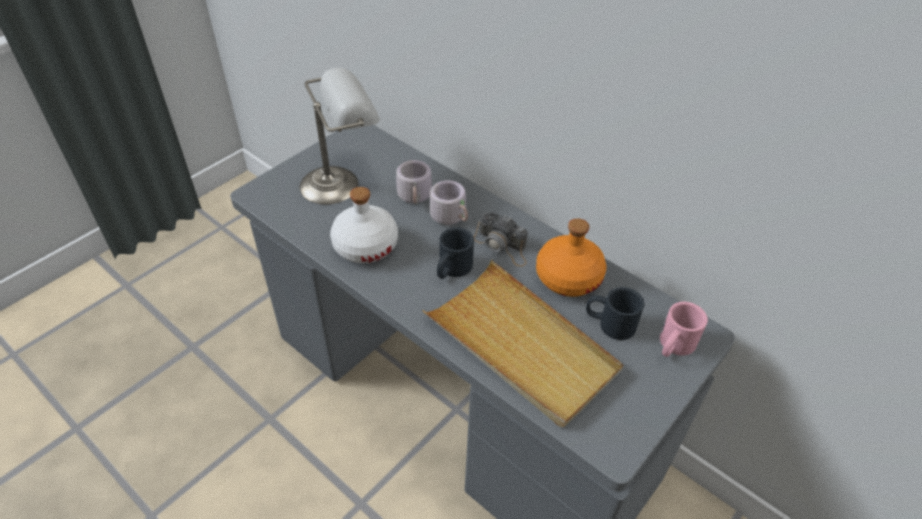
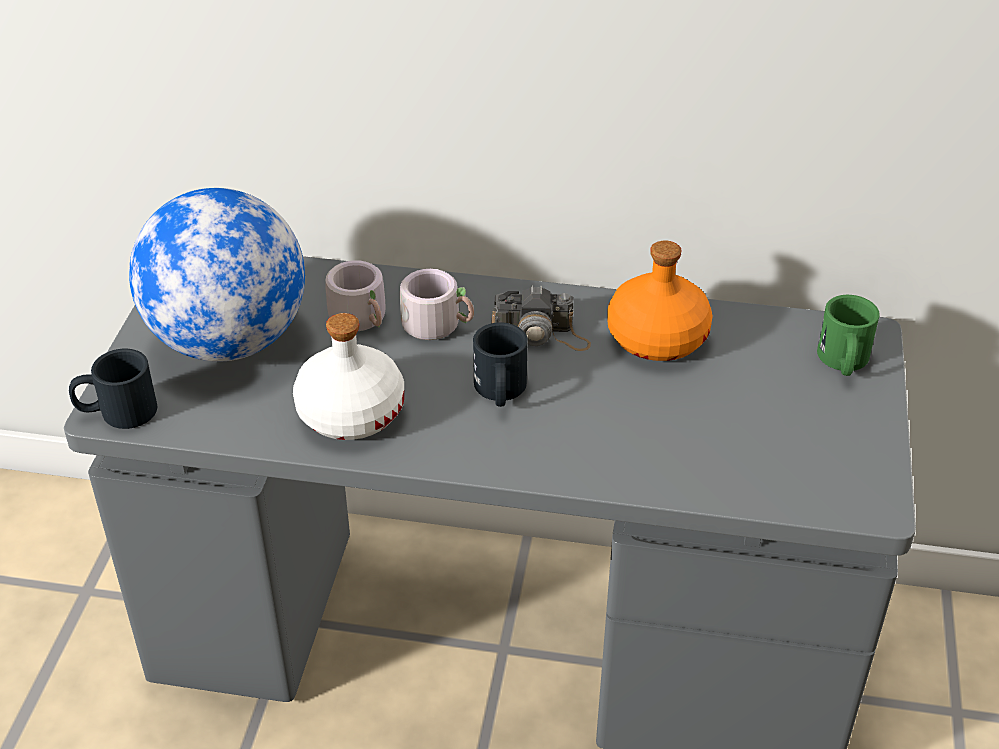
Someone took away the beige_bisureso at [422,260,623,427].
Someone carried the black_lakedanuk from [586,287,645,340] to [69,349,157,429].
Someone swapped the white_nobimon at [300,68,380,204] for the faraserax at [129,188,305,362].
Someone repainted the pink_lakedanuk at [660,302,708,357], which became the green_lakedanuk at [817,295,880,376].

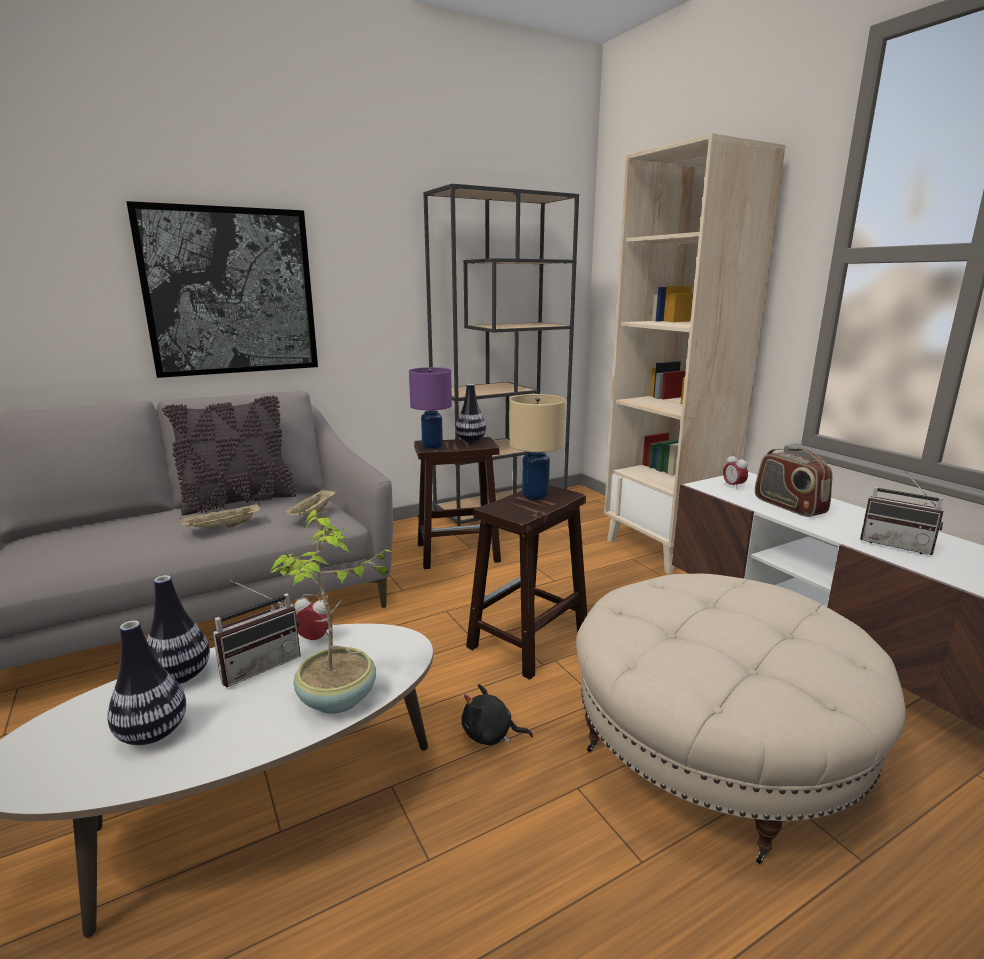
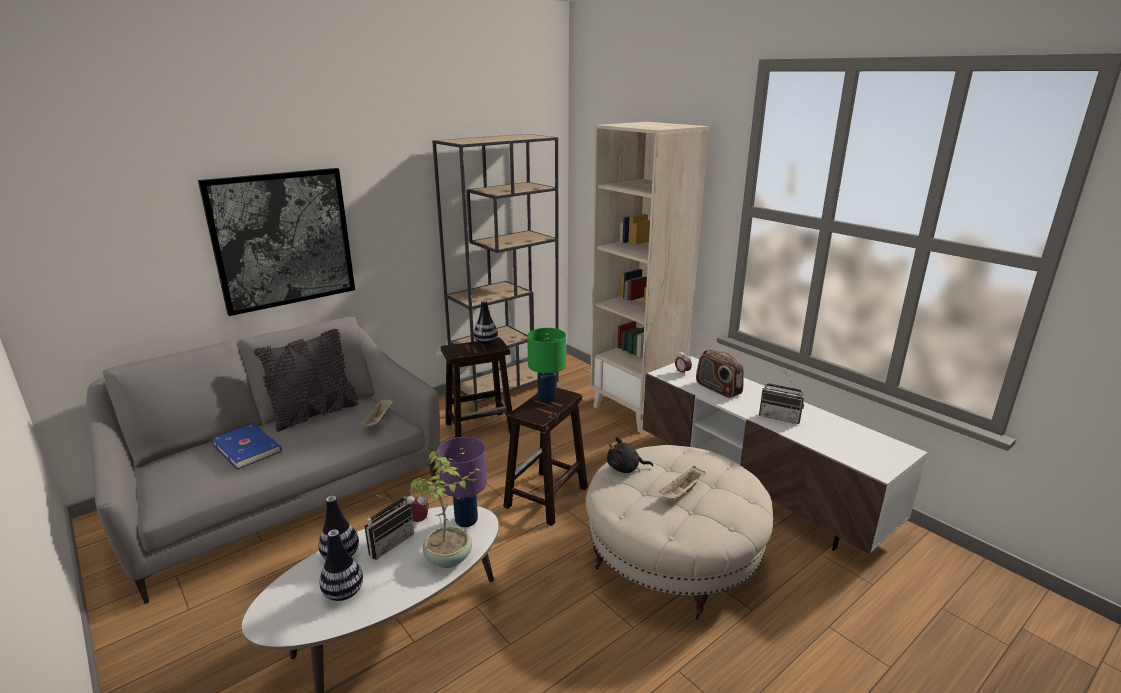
Someone put down the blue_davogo at [212,424,282,470].
Someone carried the beige_bisureso from [180,503,261,528] to [658,466,706,500].
Someone carried the purple_nobimon from [409,367,452,449] to [437,437,487,527].
Someone carried the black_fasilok from [462,684,533,745] to [607,437,653,473].
Someone repainted the beige_nobimon at [510,394,565,500], which became the green_nobimon at [527,328,566,403].

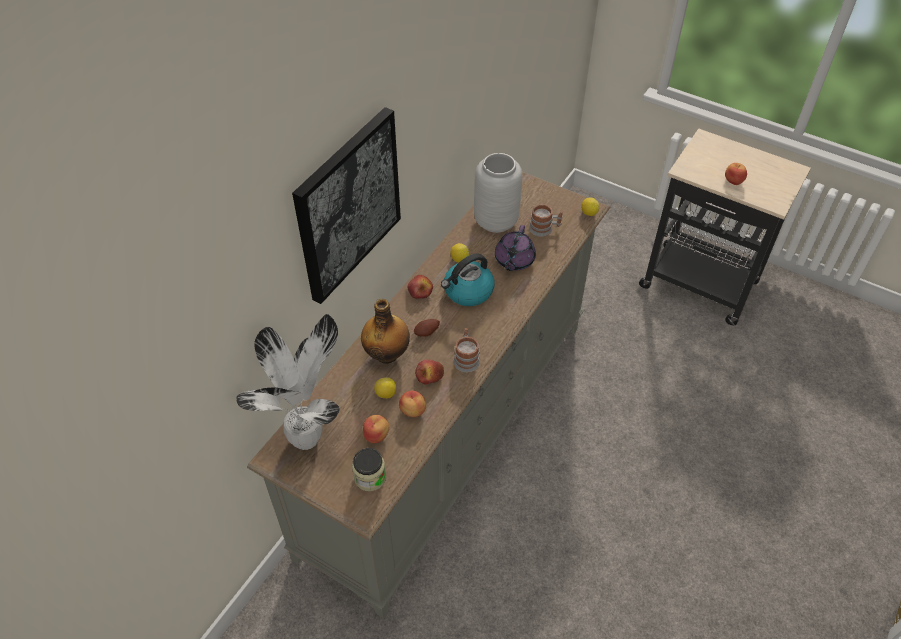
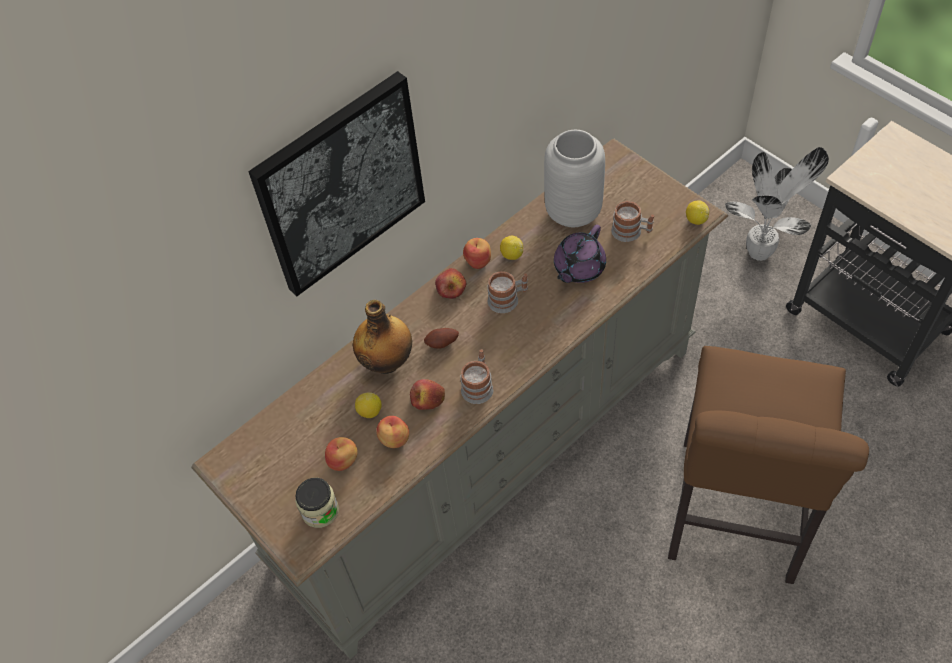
Someone put down the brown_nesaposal at [668,346,869,584].
Someone carried the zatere from [236,314,340,450] to [725,147,829,261].
Someone carried the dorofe from [725,163,747,185] to [463,238,491,269].
Someone swapped the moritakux at [441,253,494,306] for the lakedanuk at [487,271,528,313].

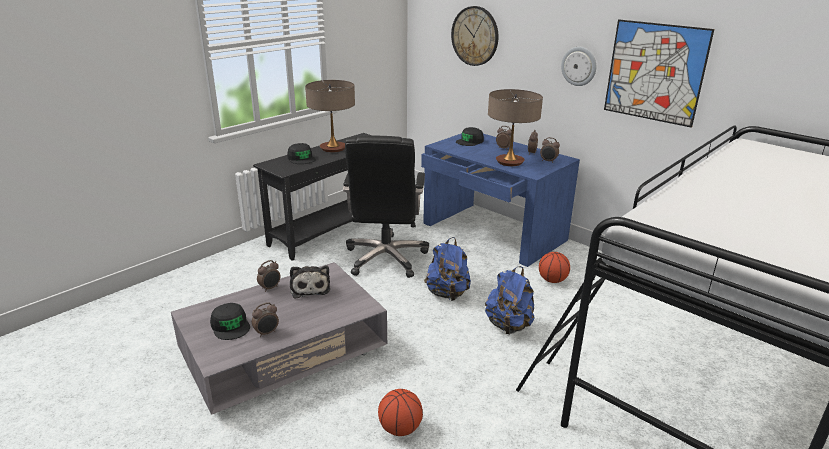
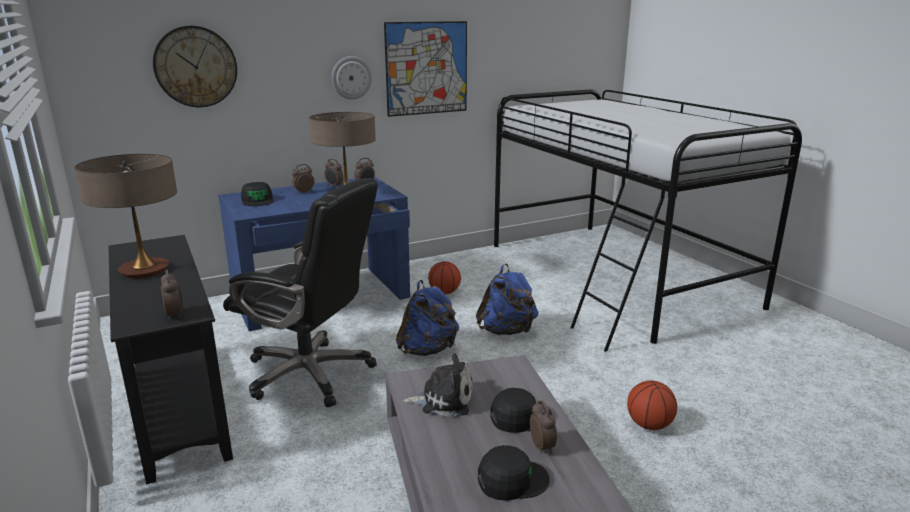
Someone carried the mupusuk from [257,260,280,292] to [161,270,183,319].
Someone carried the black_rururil from [287,143,316,164] to [490,388,552,433].

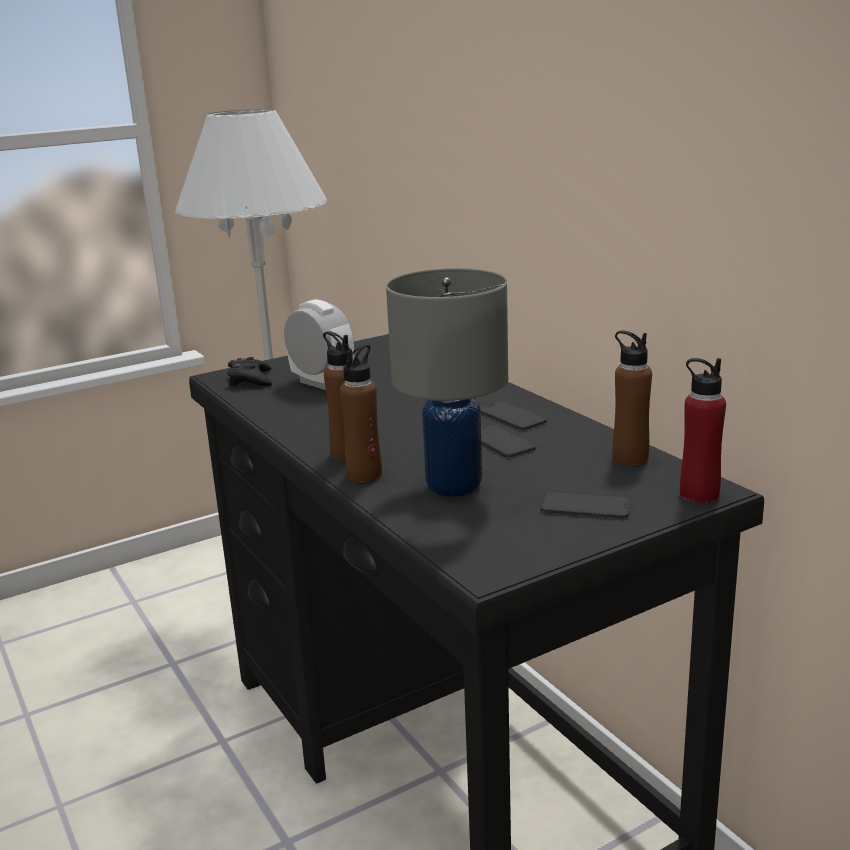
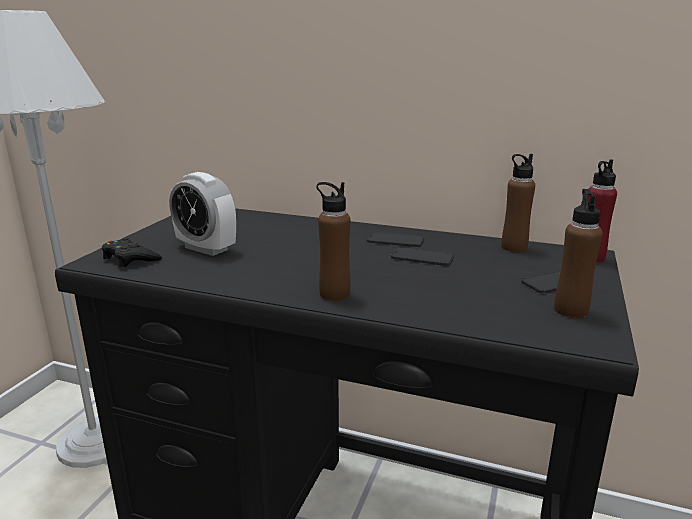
Someone took away the grey_nobimon at [386,268,508,497].
Someone carried the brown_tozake from [340,344,382,482] to [554,189,603,318].
Someone rotated the mupusuk at [284,299,354,390] by 150 degrees counterclockwise.

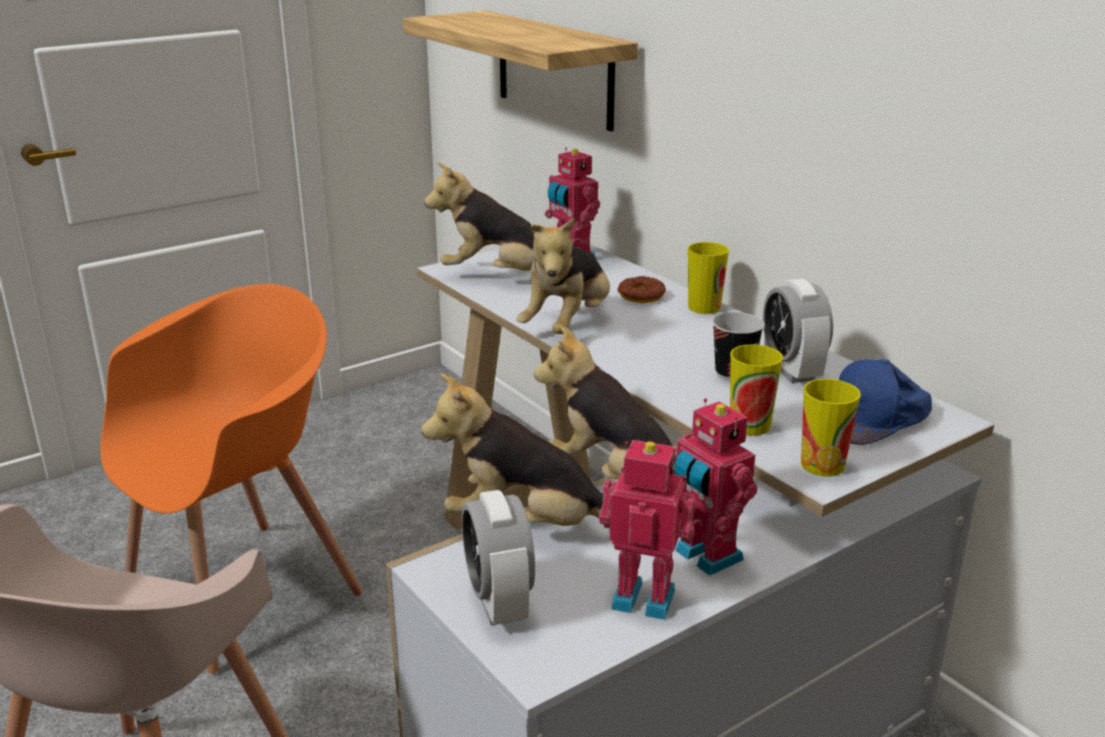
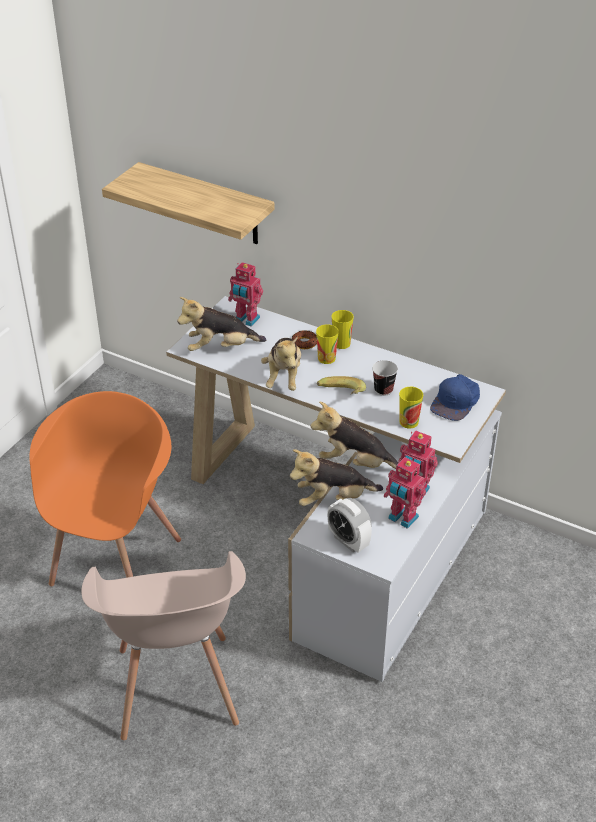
Someone took away the mupusuk at [763,279,833,383].
Someone put down the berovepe at [317,376,366,394].
Someone carried the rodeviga from [801,379,861,477] to [316,324,339,364].
Someone rotated the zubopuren at [599,440,696,620] by 135 degrees counterclockwise.

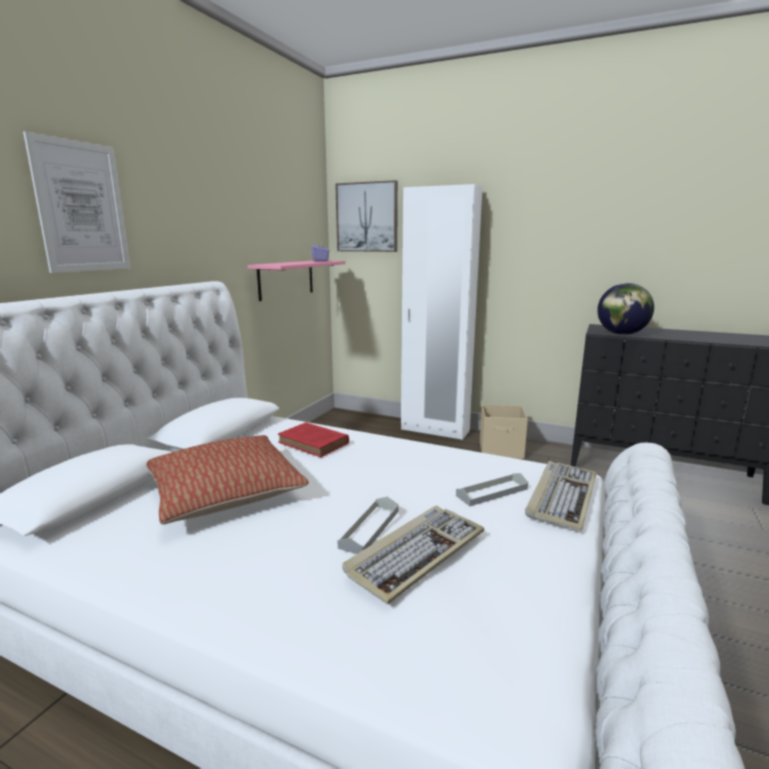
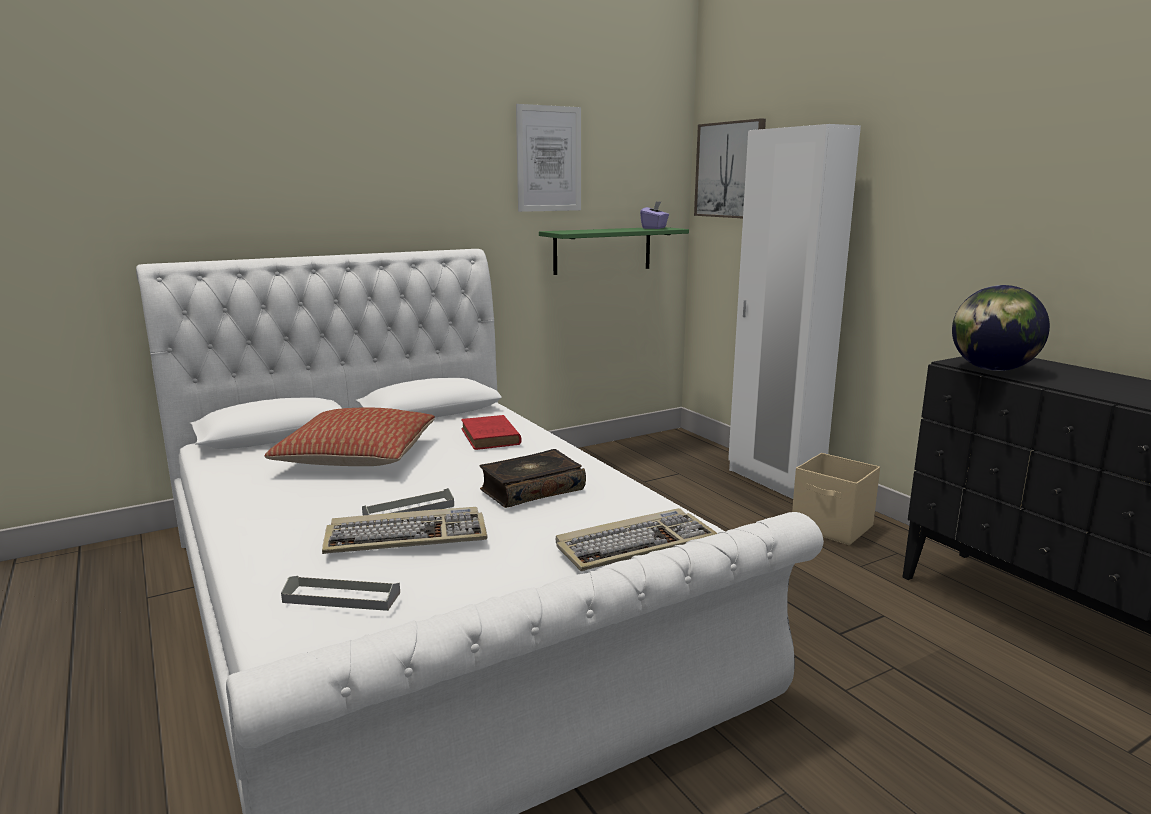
Someone put down the davogo at [480,449,586,508].
Someone carried the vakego from [23,131,131,273] to [516,104,581,212].
Someone carried the grey_bisureso from [456,473,528,506] to [281,576,400,611].
Someone repainted the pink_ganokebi at [248,260,346,301], which became the green_ganokebi at [539,227,689,275].

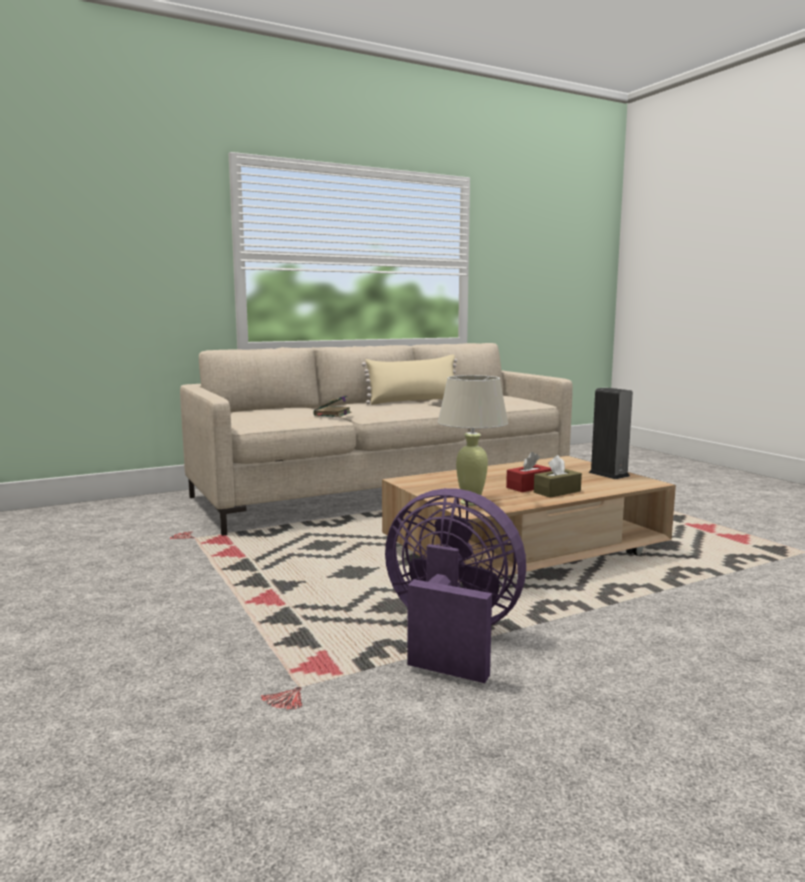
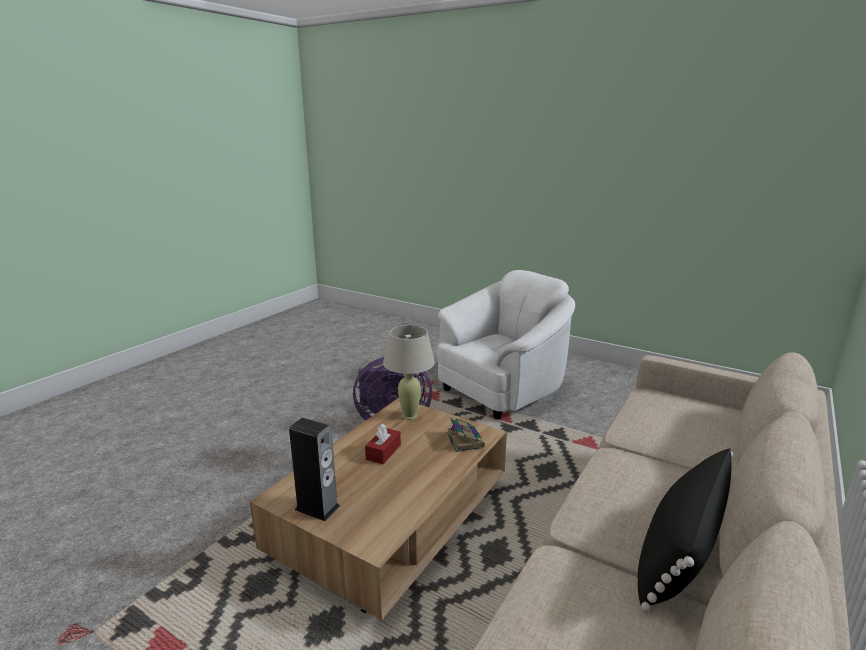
Someone took away the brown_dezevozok at [534,455,582,498].
Someone put down the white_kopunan at [437,270,575,419].
Someone carried the davogo from [313,395,352,417] to [446,417,485,452].
Someone repainted the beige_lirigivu at [362,355,457,405], which became the black_lirigivu at [638,448,733,613].

